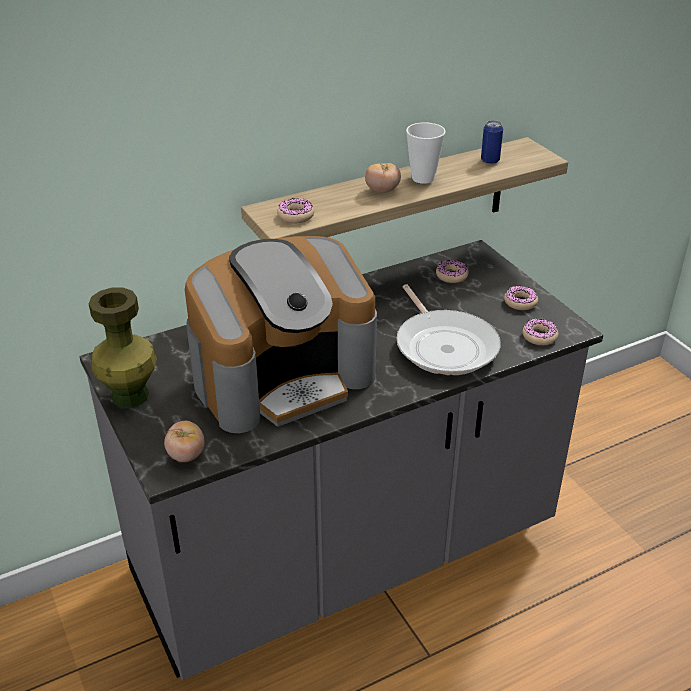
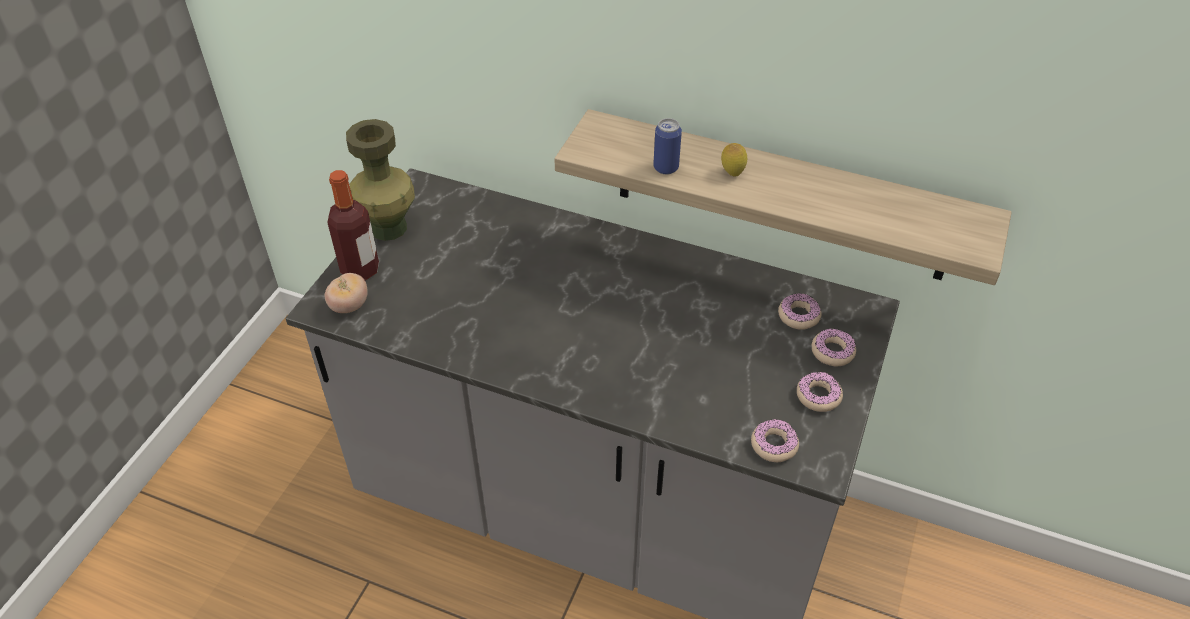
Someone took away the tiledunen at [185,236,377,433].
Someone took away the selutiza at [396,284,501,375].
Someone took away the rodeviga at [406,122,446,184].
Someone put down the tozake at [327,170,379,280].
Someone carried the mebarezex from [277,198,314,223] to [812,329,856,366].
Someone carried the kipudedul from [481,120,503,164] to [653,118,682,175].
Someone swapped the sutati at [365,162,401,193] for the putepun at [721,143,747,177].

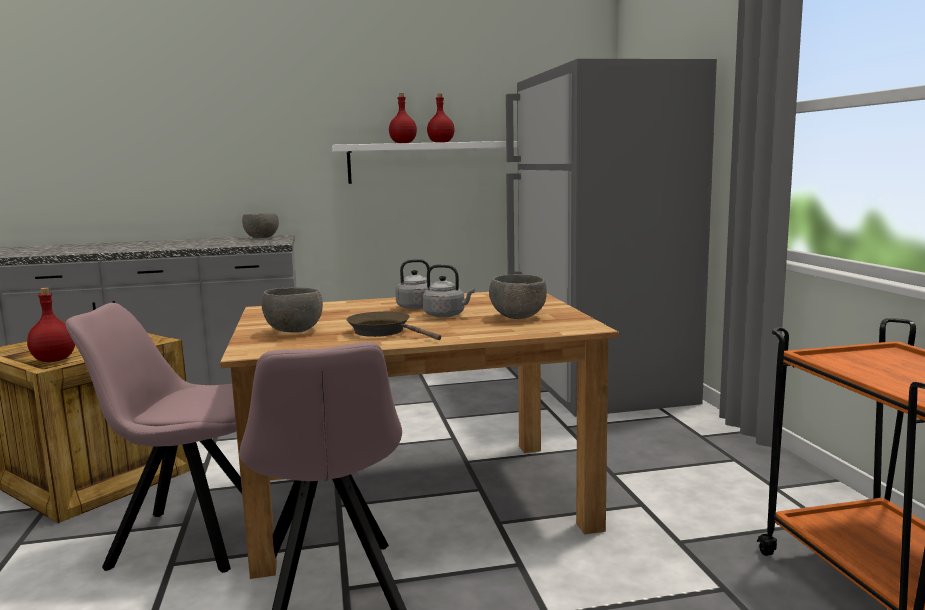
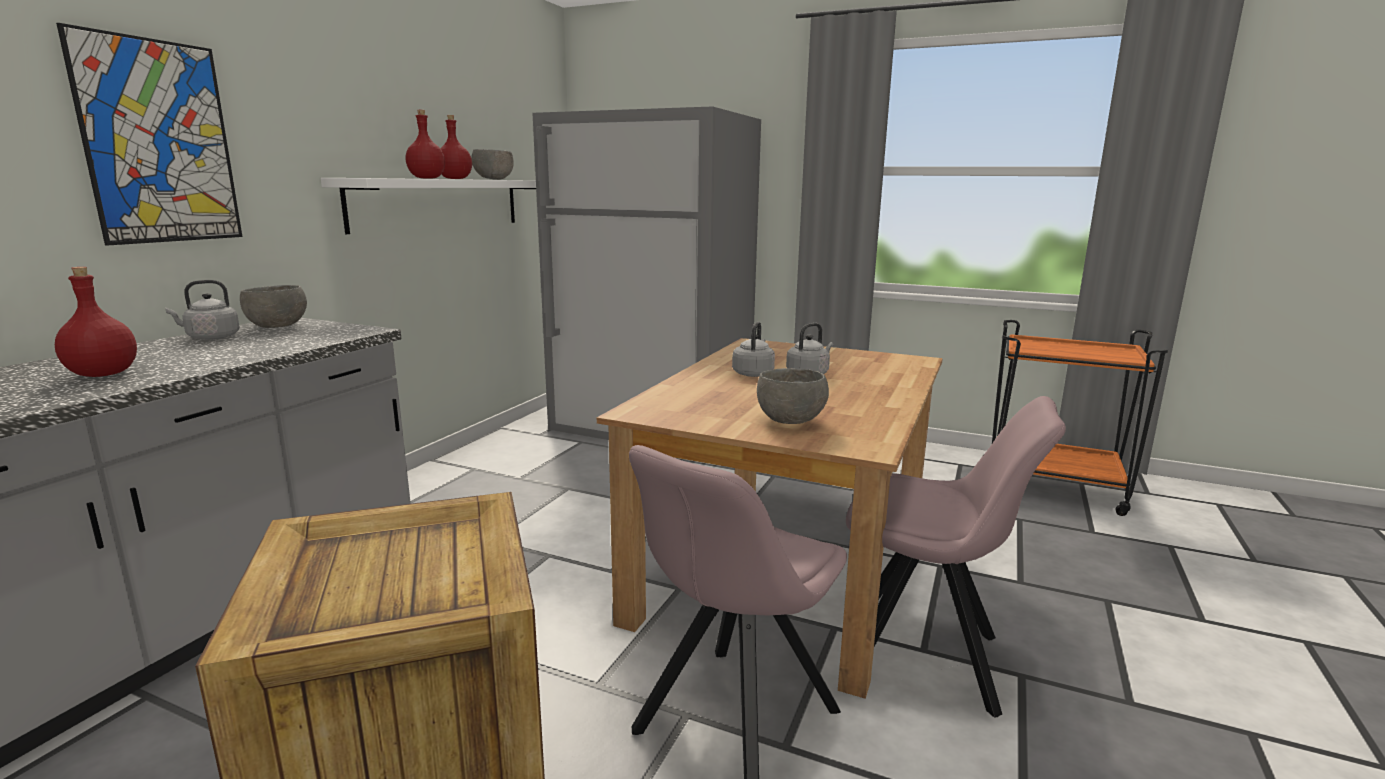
Someone took away the brown_selutiza at [346,311,441,340].
Someone put up the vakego at [56,23,242,246].
Someone put down the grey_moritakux at [165,280,240,340].
Someone carried the red_tozake from [27,288,75,362] to [55,267,137,377].
Someone carried the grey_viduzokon from [489,274,547,319] to [471,149,514,180].

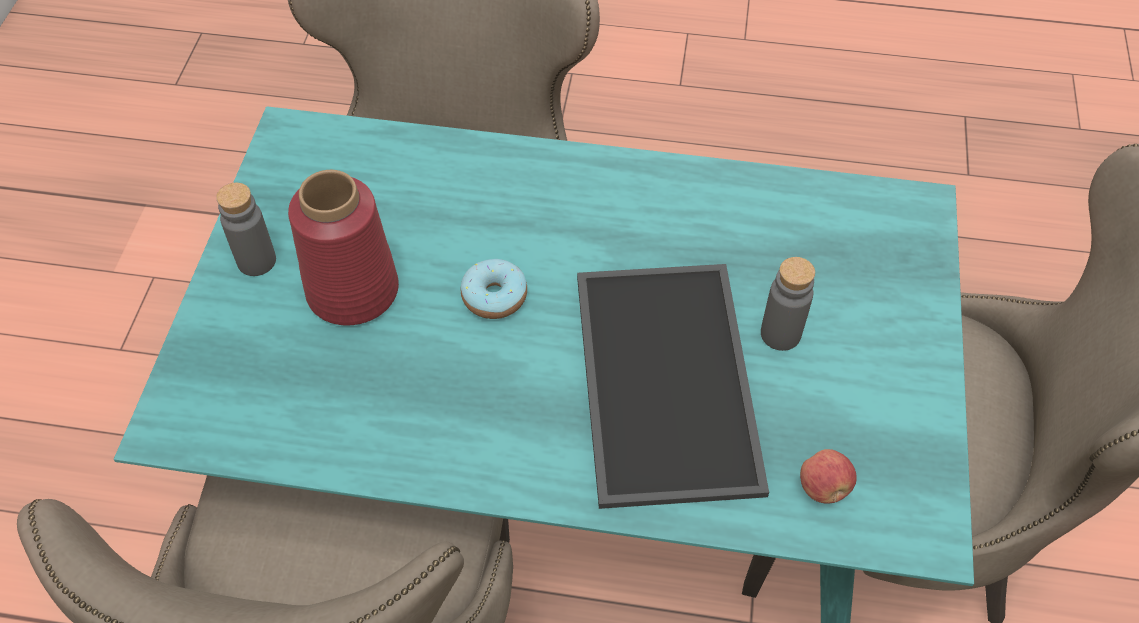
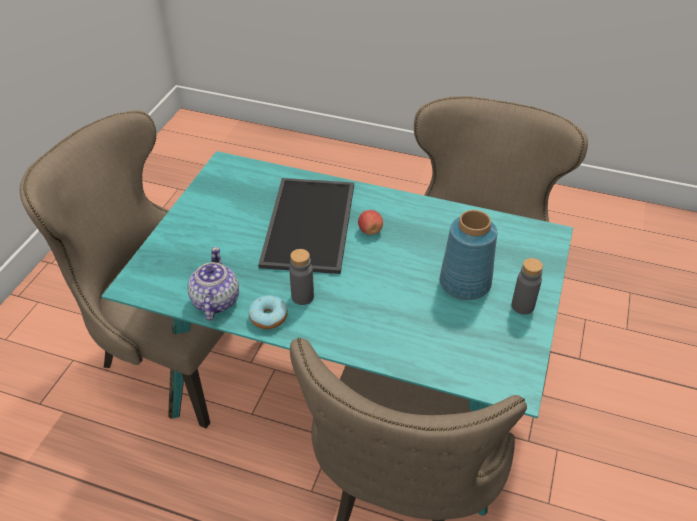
Someone put down the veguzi at [188,247,239,321].
Someone carried the mebarezex from [461,259,527,319] to [249,296,288,329].
Someone carried the grey_tozake from [761,257,815,351] to [289,249,314,305].
Someone carried the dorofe from [800,449,857,504] to [358,210,383,235].
Someone repainted the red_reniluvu at [288,170,399,325], which became the blue_reniluvu at [440,210,497,300].

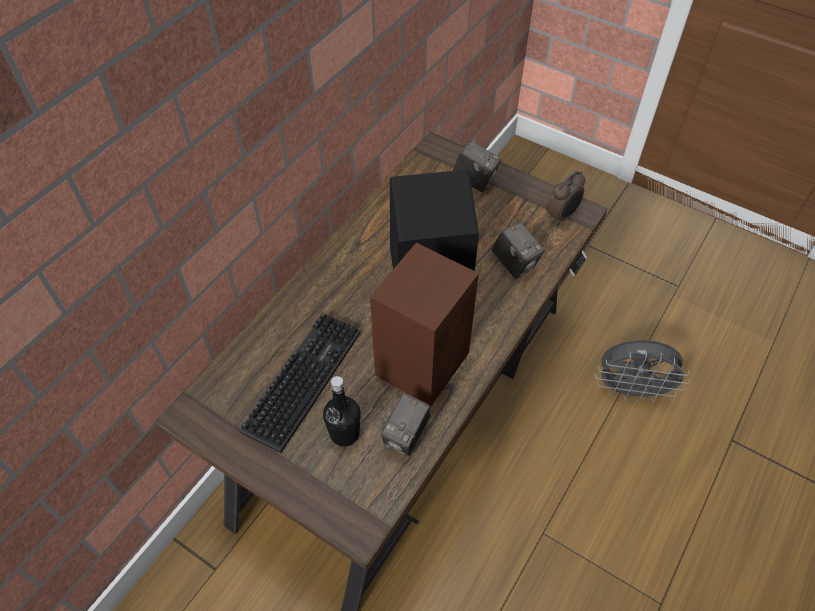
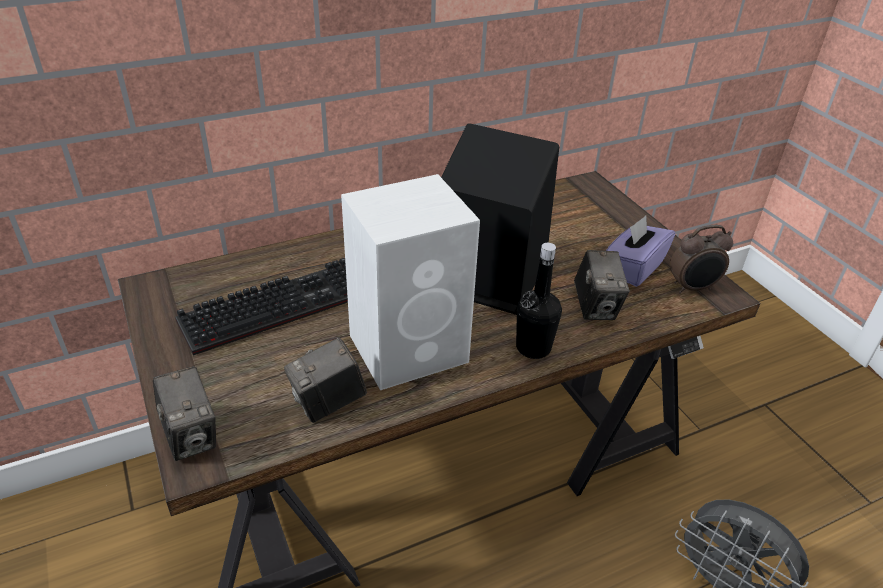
Someone put down the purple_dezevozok at [606,215,675,287].
Someone carried the black_tozake from [323,376,361,446] to [516,243,562,359].
Someone carried the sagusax from [453,141,501,193] to [153,366,216,461].
Someone repainted the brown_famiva at [370,243,479,407], which became the white_famiva at [341,174,480,390].

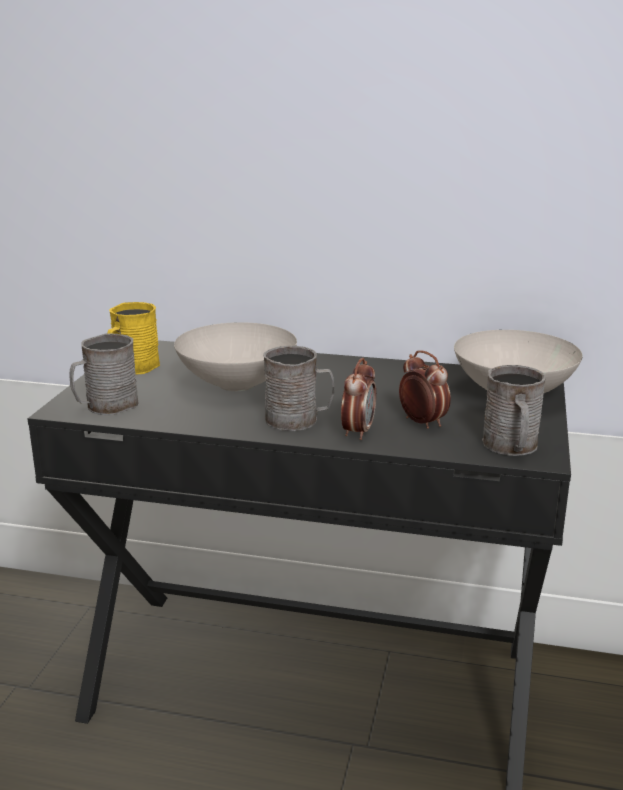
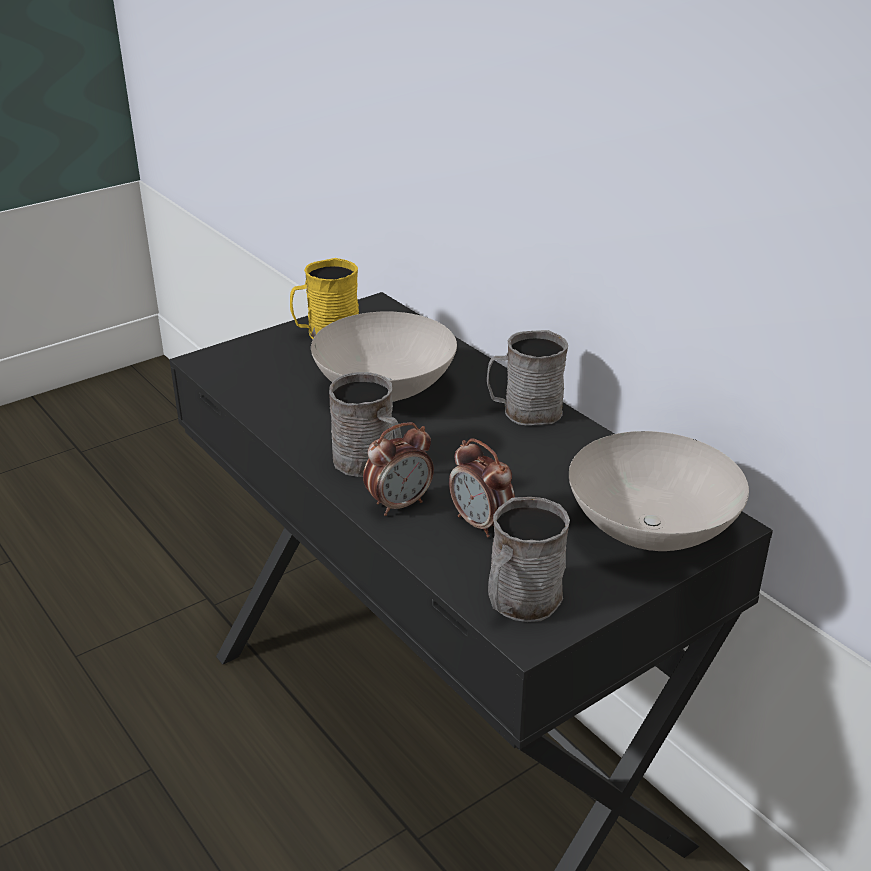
Someone carried the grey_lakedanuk from [69,333,138,415] to [487,330,568,425].
Someone rotated the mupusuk at [399,350,451,429] by 135 degrees clockwise.

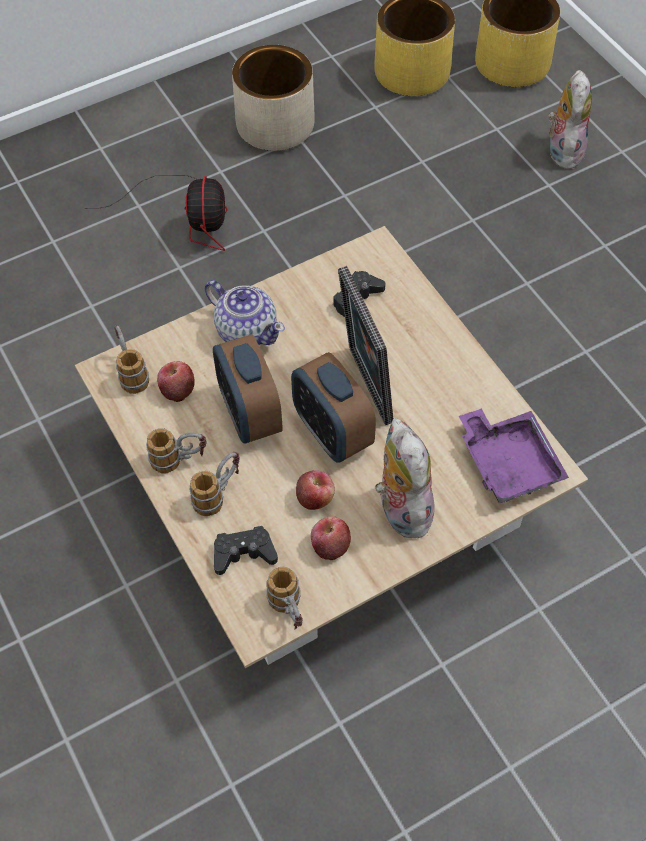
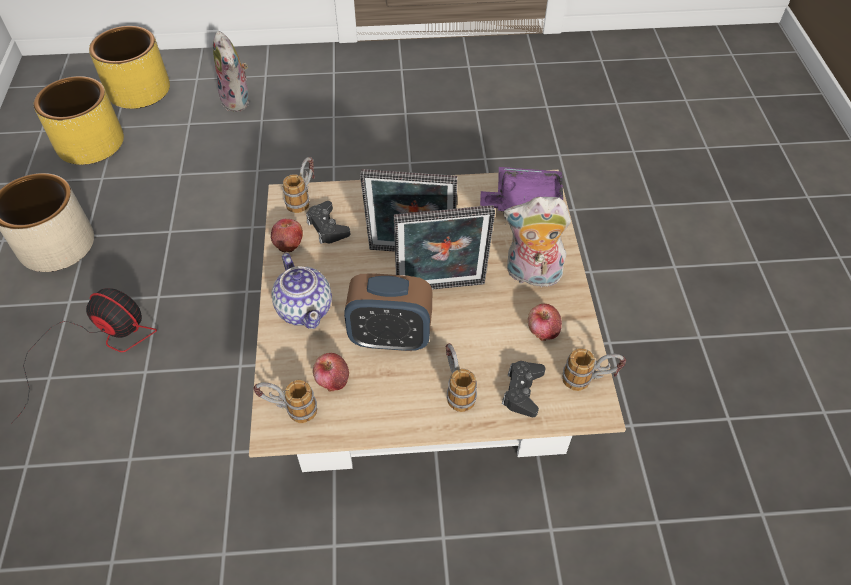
Someone carried the lakedanuk from [146,428,207,473] to [282,157,315,213].
Someone carried the dorofe from [296,470,335,510] to [271,219,303,252].
Someone swapped the mupusuk at [291,352,376,463] for the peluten at [394,205,495,290].
Someone rotated the veguzi at [205,280,285,345] by 90 degrees clockwise.
Someone rotated the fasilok at [548,70,592,171] by 150 degrees counterclockwise.

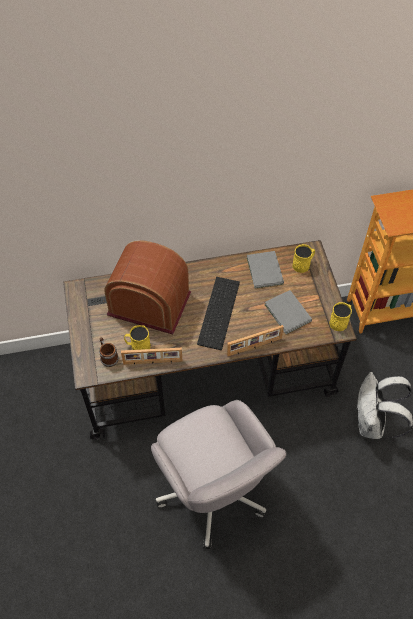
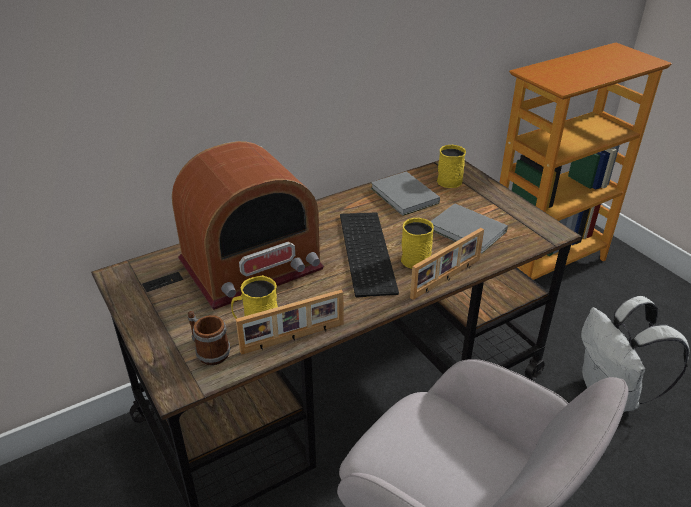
Someone carried the yellow_lakedanuk from [329,302,352,331] to [401,218,434,269].
Someone rotated the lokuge at [104,240,191,335] by 150 degrees clockwise.

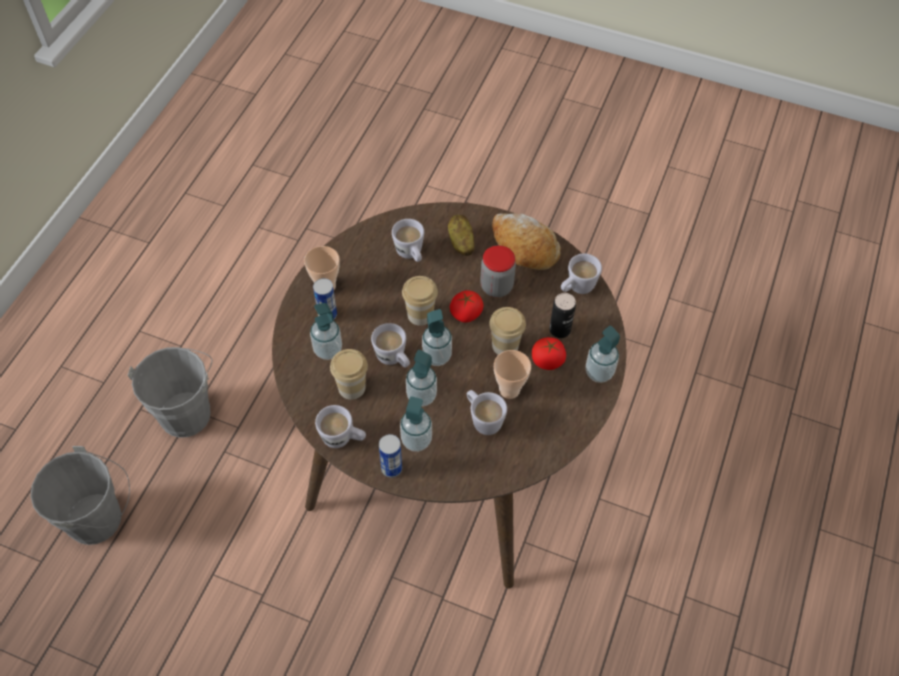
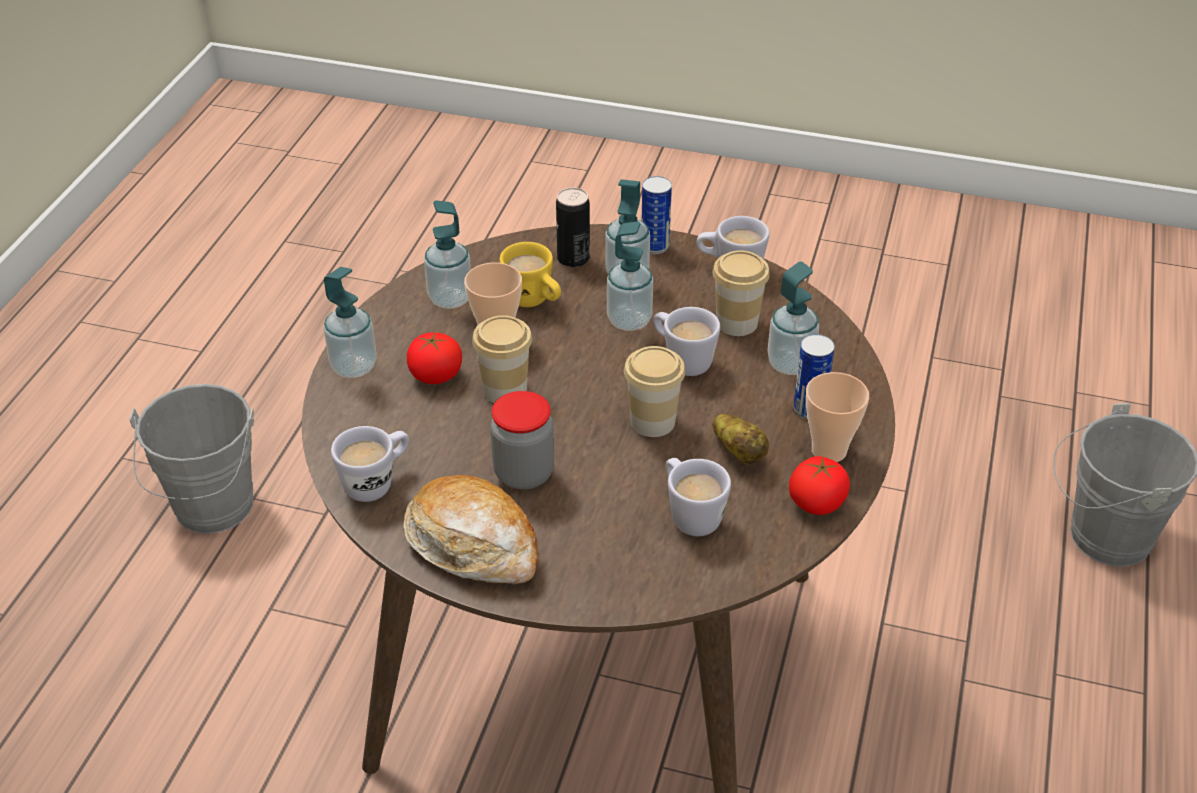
Someone carried the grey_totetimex from [128,347,212,438] to [129,384,254,534].
Someone carried the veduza from [422,309,452,366] to [424,200,471,309].
Someone carried the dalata from [448,215,475,256] to [712,414,769,466].
Someone carried the sutati from [450,290,484,322] to [789,456,850,515].
Someone carried the kipudedul from [549,293,576,338] to [556,188,590,267].
Someone repainted the white_lakedanuk at [467,390,507,435], which became the yellow_lakedanuk at [499,242,561,307].

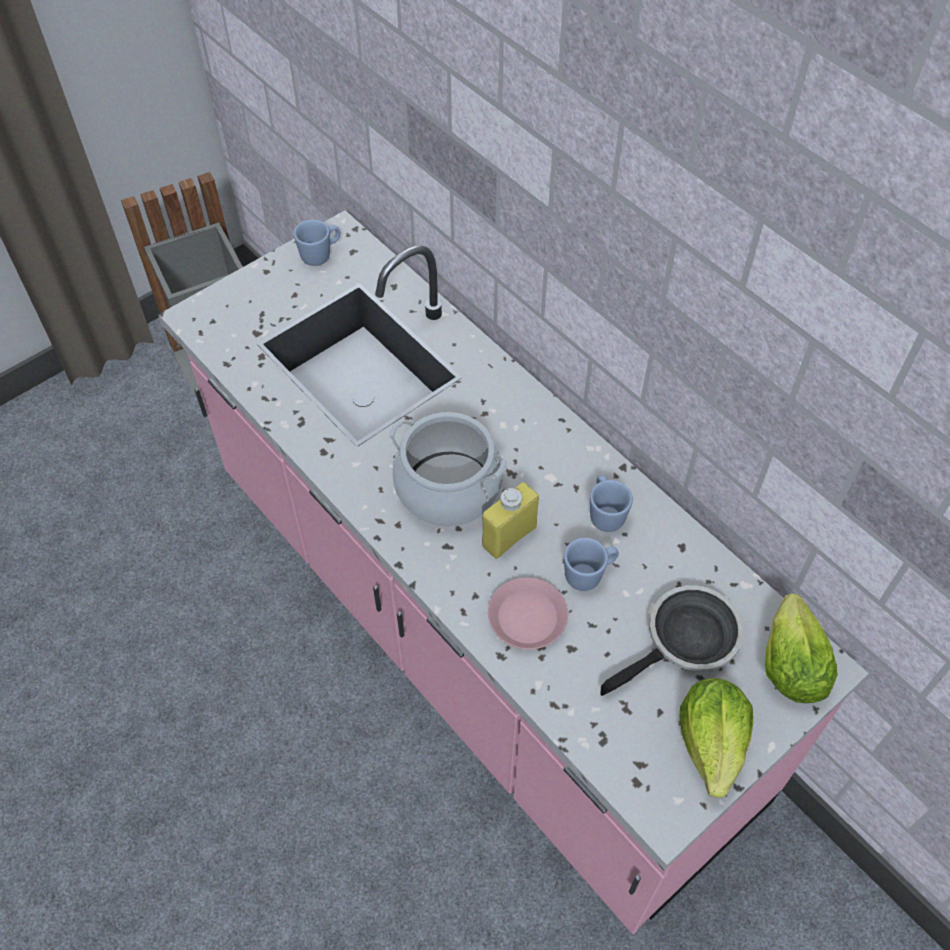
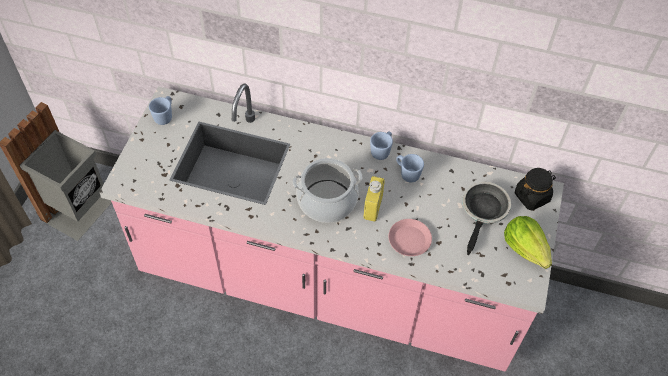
Someone carried the blue_lakedanuk from [564,538,619,591] to [370,131,393,160].
Someone swapped the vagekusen at [765,594,838,703] for the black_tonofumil at [515,168,556,211].

